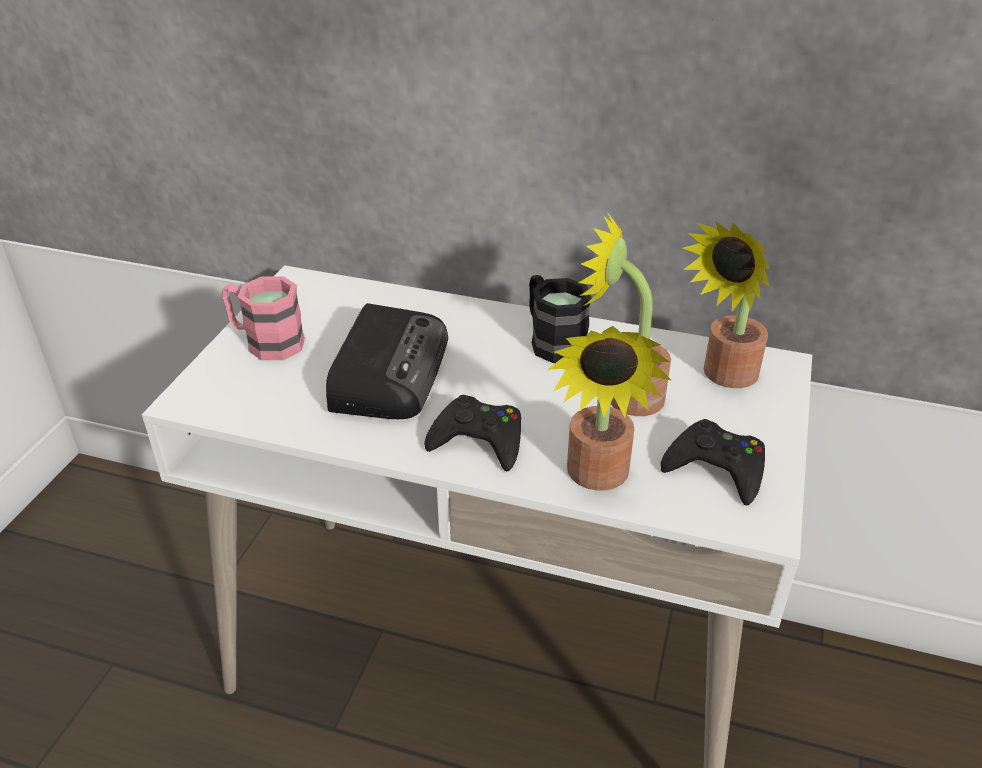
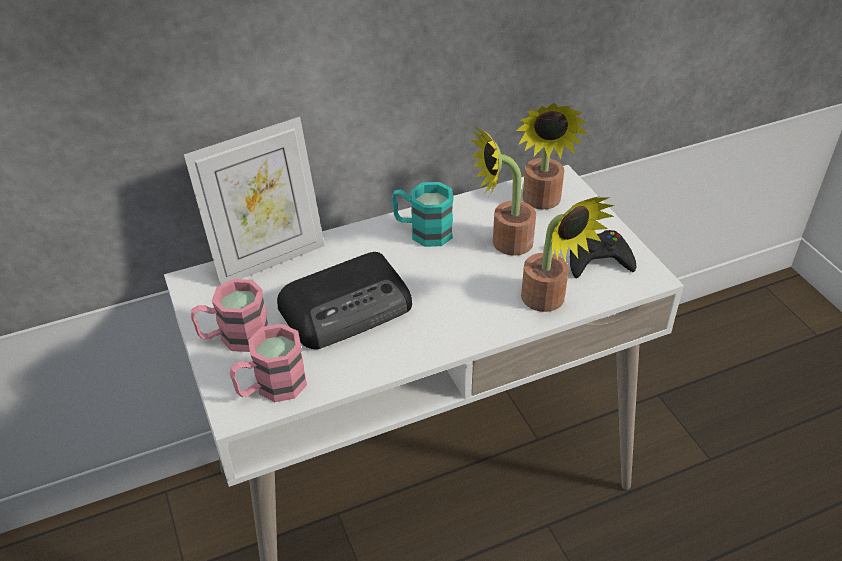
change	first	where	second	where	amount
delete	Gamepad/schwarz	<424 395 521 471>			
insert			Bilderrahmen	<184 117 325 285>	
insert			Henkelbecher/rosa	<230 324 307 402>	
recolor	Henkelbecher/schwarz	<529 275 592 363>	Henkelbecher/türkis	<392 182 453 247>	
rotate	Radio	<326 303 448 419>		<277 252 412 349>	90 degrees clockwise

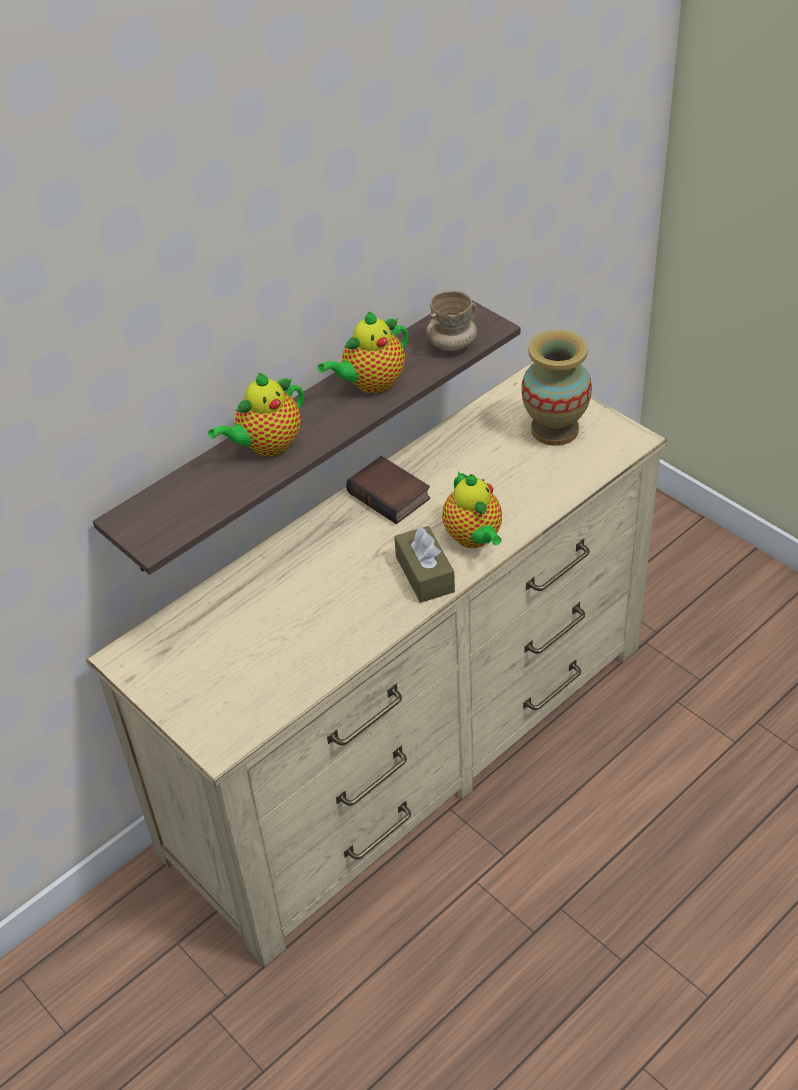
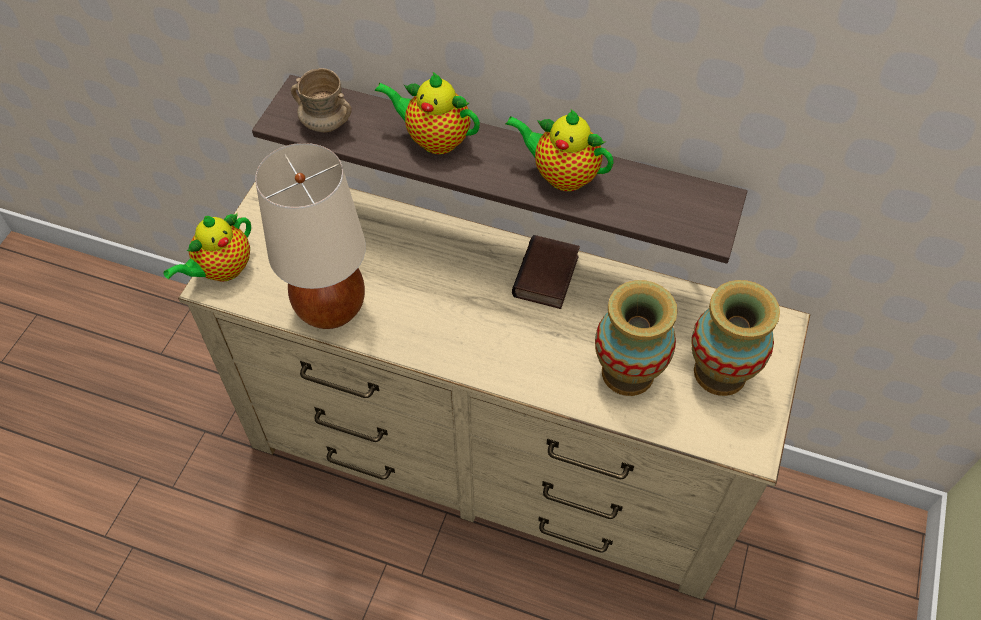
change	first	where	second	where	amount
delete	Taschentuchbox/braun	<394 526 455 603>			
insert			Tischlampe/beige	<255 143 366 329>	
insert			Vase	<595 280 677 396>	
move	Henkelbecher/beige	<426 291 477 352>		<291 68 352 132>	
move	Teekanne	<442 472 502 548>		<163 212 251 282>	

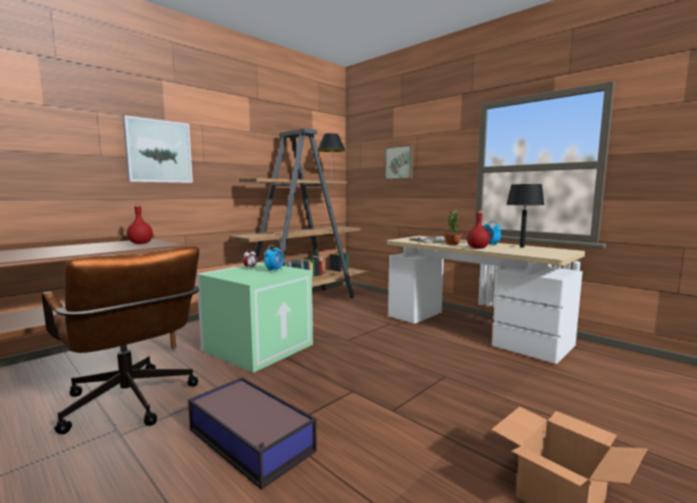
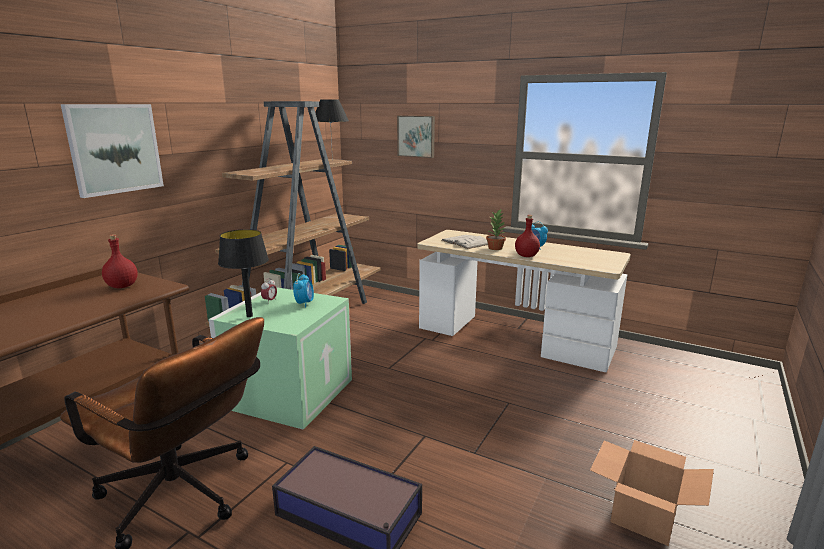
change	first	where	second	where	amount
move	Tischlampe/schwarz	<506 184 544 248>		<218 229 269 317>	

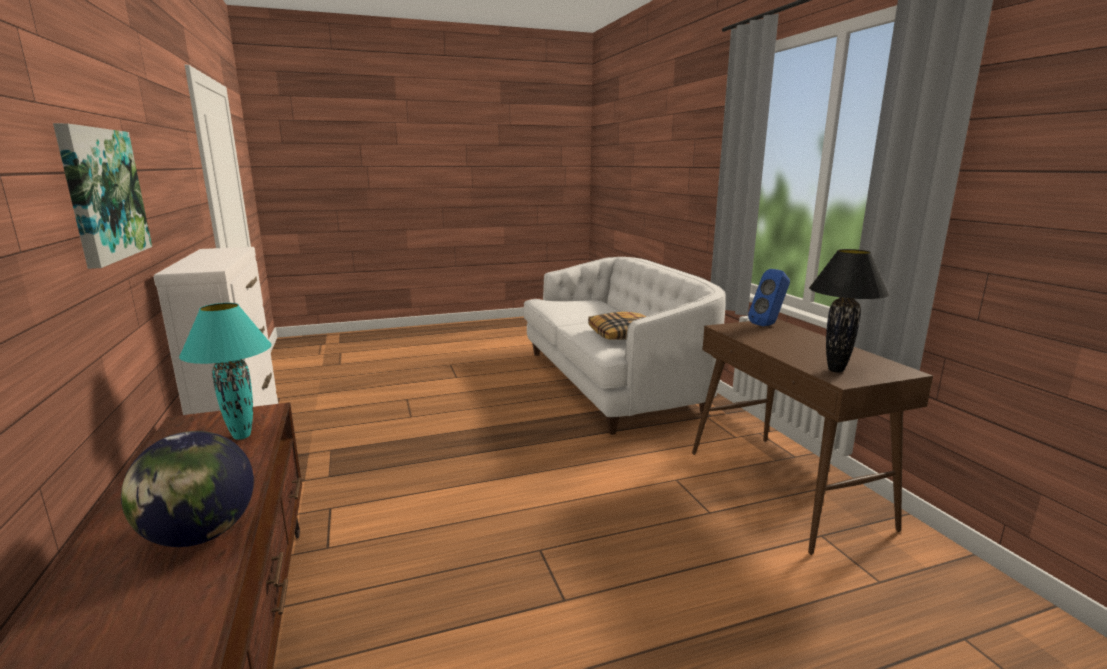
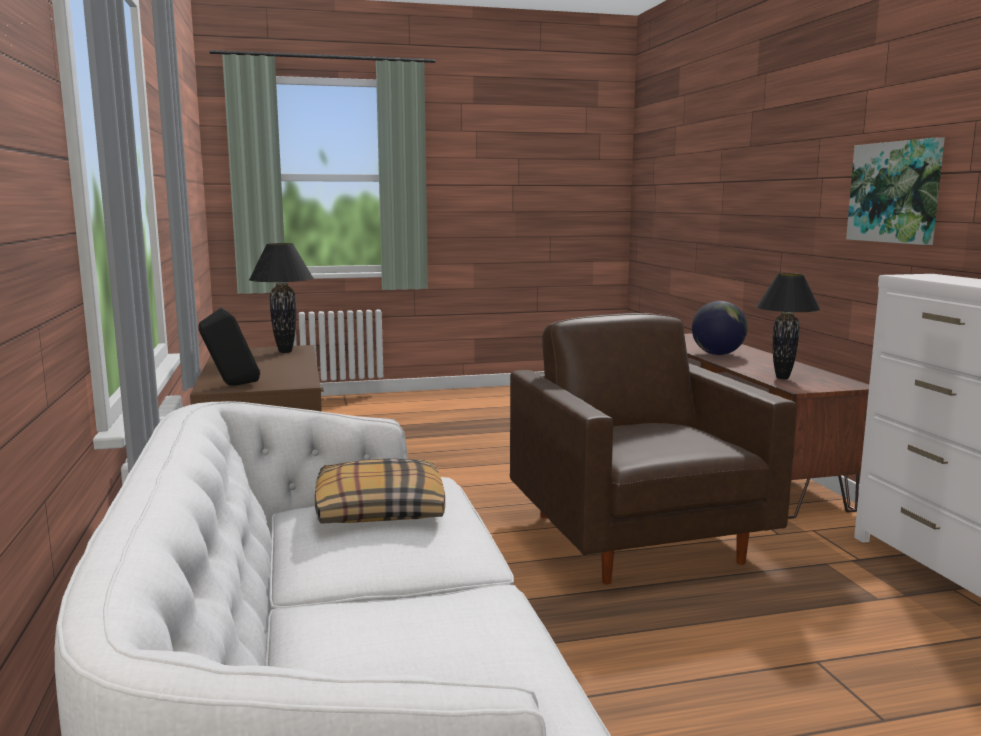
change	first	where	second	where	amount
insert			Sessel/braun	<510 313 797 584>	
recolor	Tischlampe/türkis	<179 303 272 440>	Tischlampe/schwarz	<756 273 821 379>	
recolor	Lautsprecher/blau	<748 269 790 326>	Lautsprecher/schwarz	<199 307 260 386>	

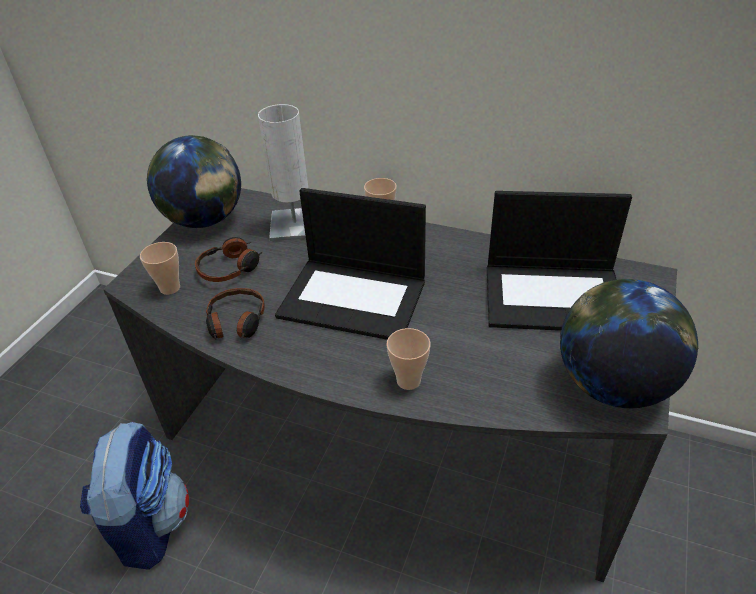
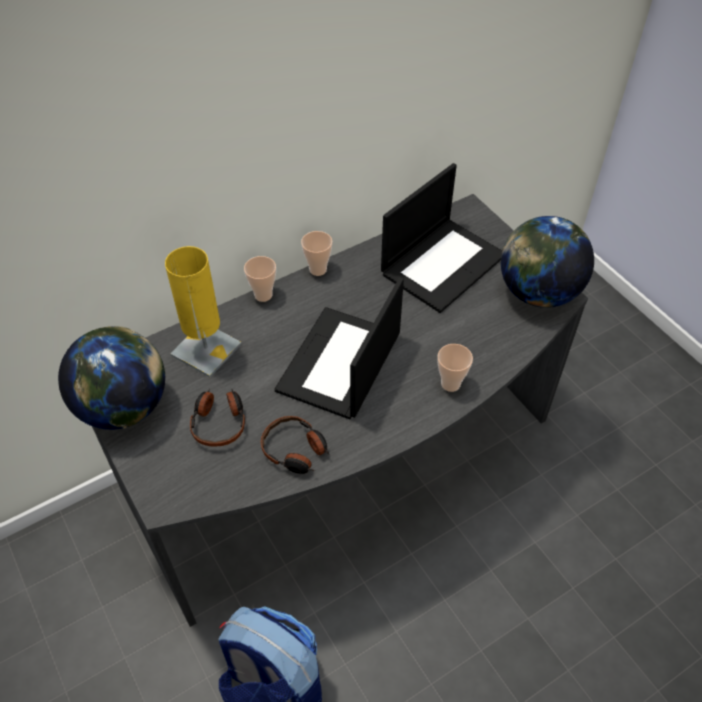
change	first	where	second	where	amount
move	Tasse	<140 242 180 295>		<301 231 332 276>	
recolor	Tischlampe/weiß	<258 104 309 241>	Tischlampe/gelb	<165 246 241 377>	
rotate	Laptop	<275 188 426 340>		<275 277 404 419>	150 degrees clockwise

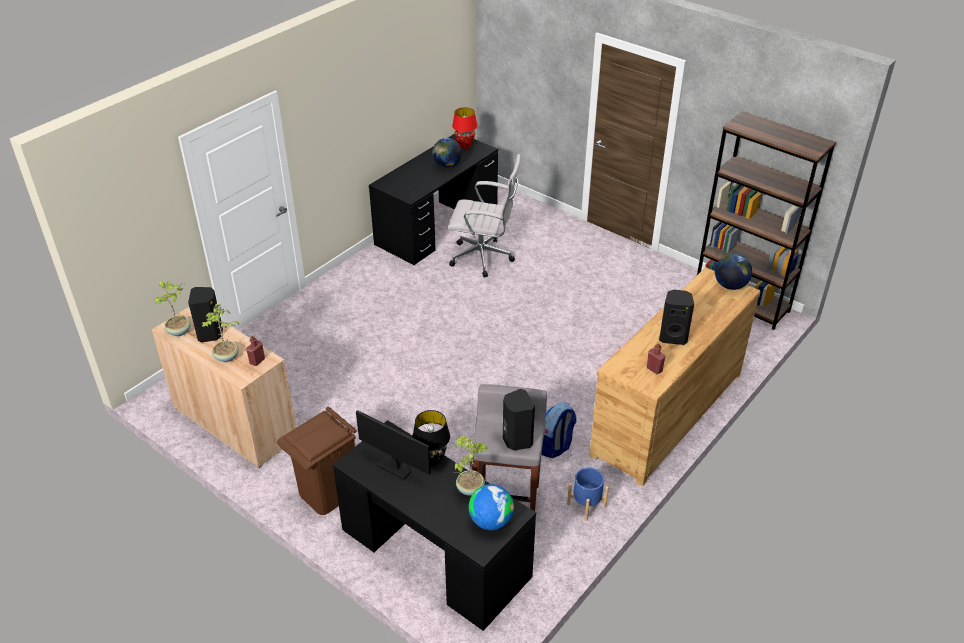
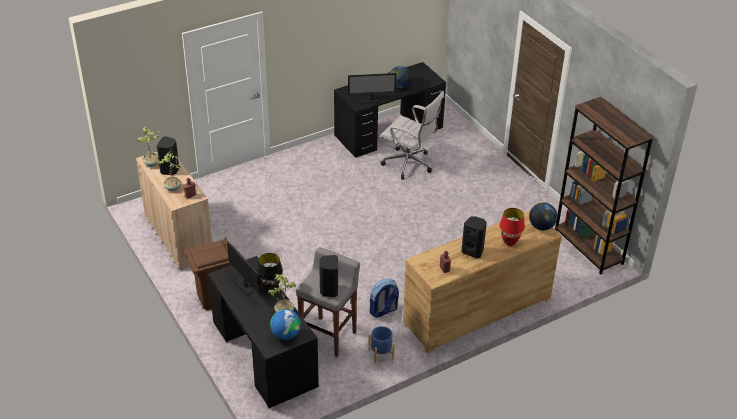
change	first	where	second	where	amount
insert			Monitor	<348 73 396 103>	
move	Tischlampe/rot	<452 107 478 149>		<499 208 525 246>	

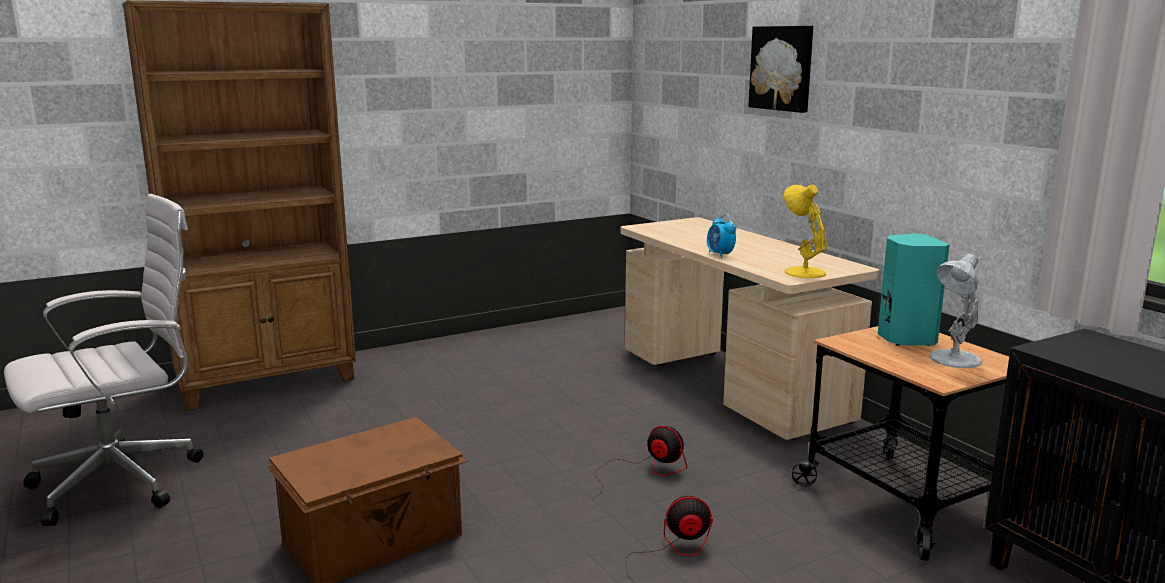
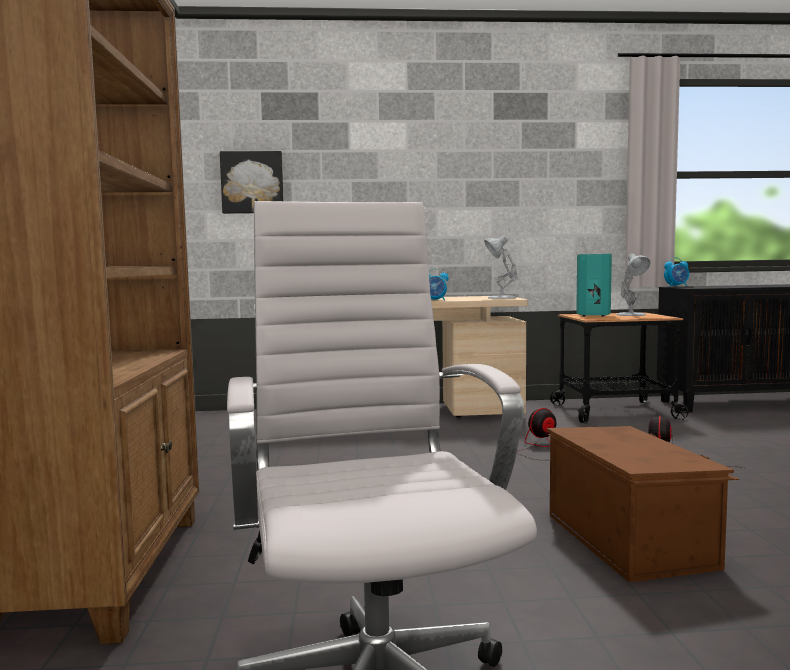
change	first	where	second	where	amount
insert			Wecker	<664 257 689 287>	
move	Bild	<748 26 813 113>		<220 151 284 214>	
recolor	Tischlampe/gelb	<784 185 827 278>	Tischlampe/weiß	<484 236 518 299>	

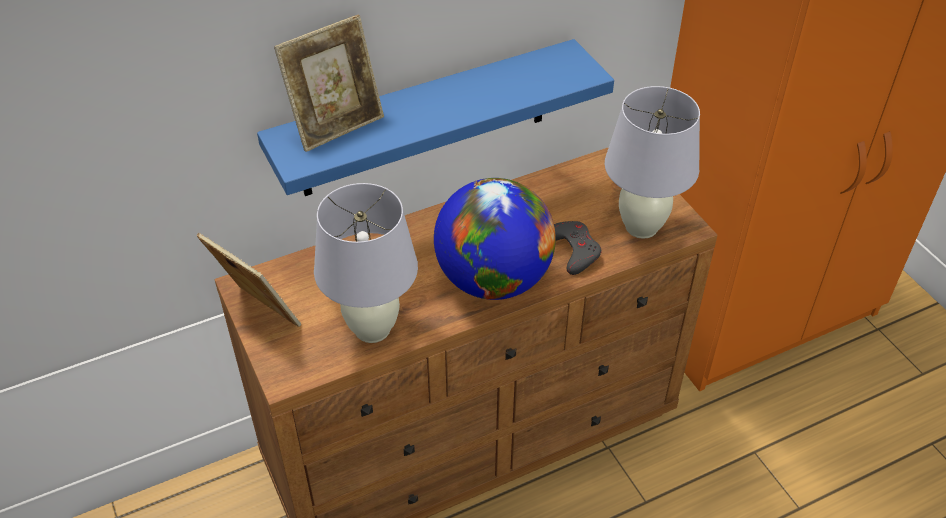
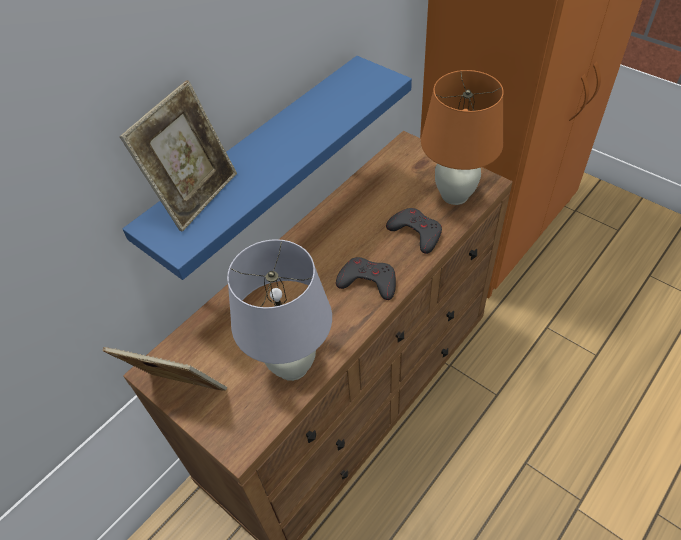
change	first	where	second	where	amount
replace	Globus	<434 178 556 300>	Gamepad/grau	<336 257 396 300>	
recolor	Tischlampe/weiß	<605 86 700 239>	Tischlampe/orange	<421 70 504 205>	

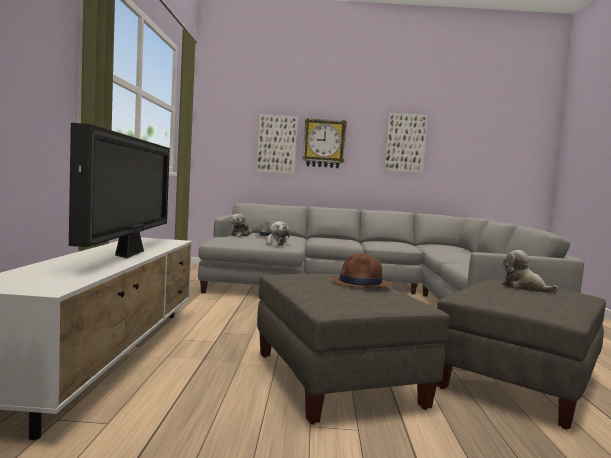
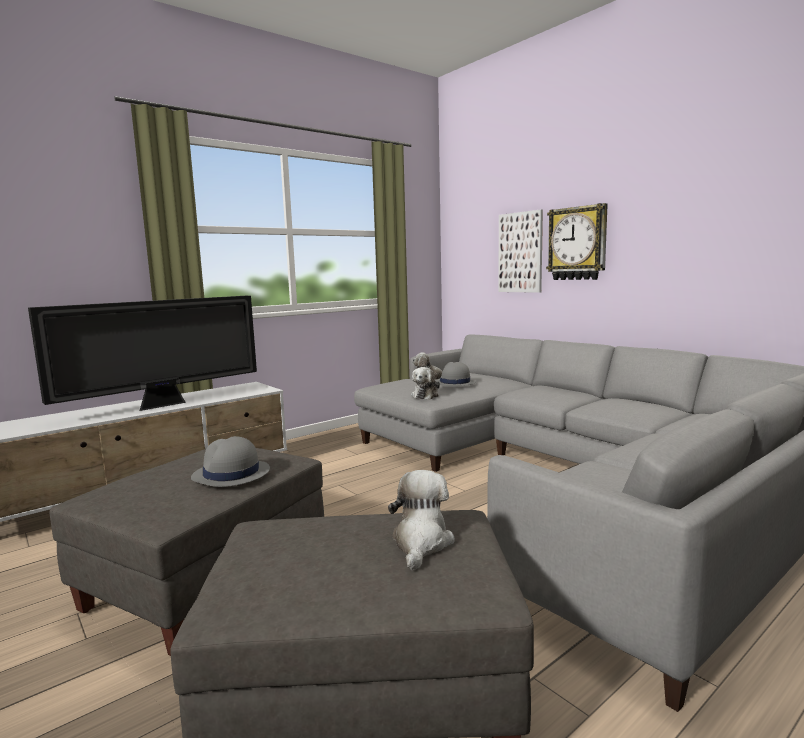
change	first	where	second	where	amount
delete	Bild	<384 113 428 173>			
recolor	Hut/braun	<331 253 391 287>	Hut/grau	<191 436 270 487>	

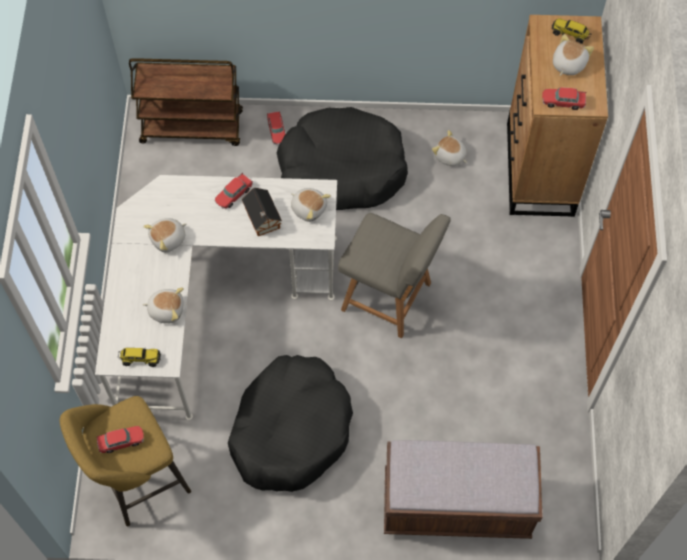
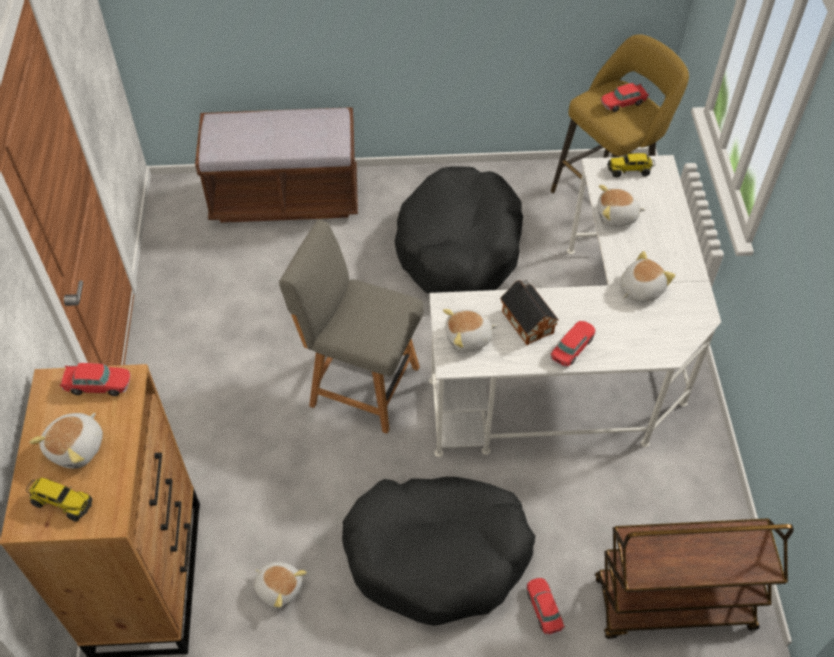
change	first	where	second	where	amount
rotate	Plüschtier	<291 188 331 222>		<443 309 497 352>	45 degrees counterclockwise

